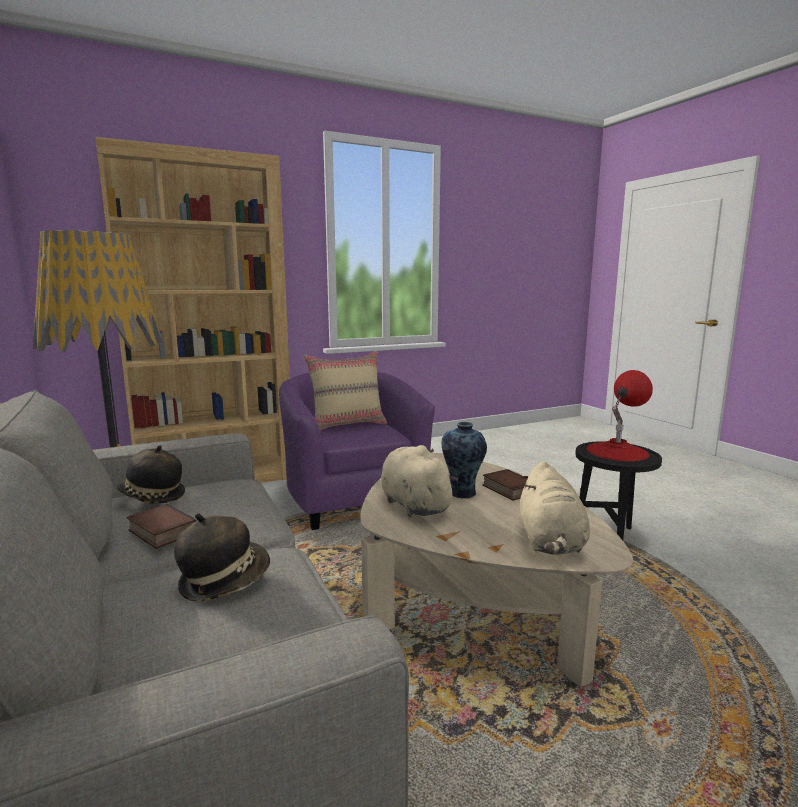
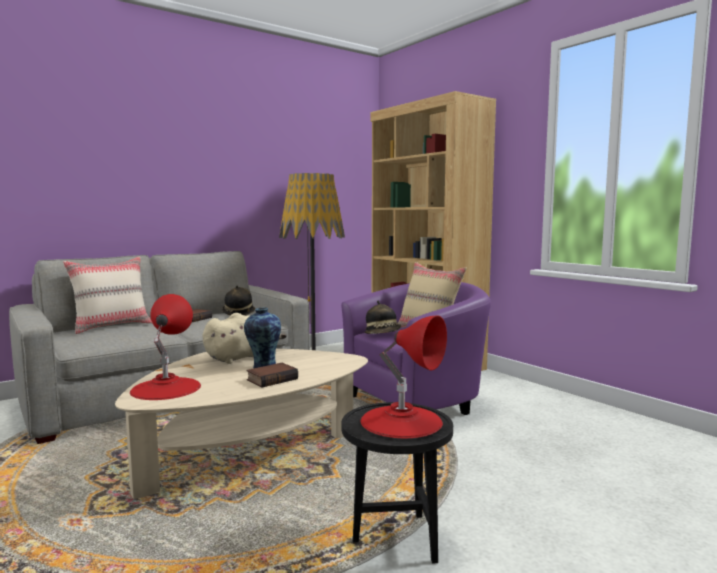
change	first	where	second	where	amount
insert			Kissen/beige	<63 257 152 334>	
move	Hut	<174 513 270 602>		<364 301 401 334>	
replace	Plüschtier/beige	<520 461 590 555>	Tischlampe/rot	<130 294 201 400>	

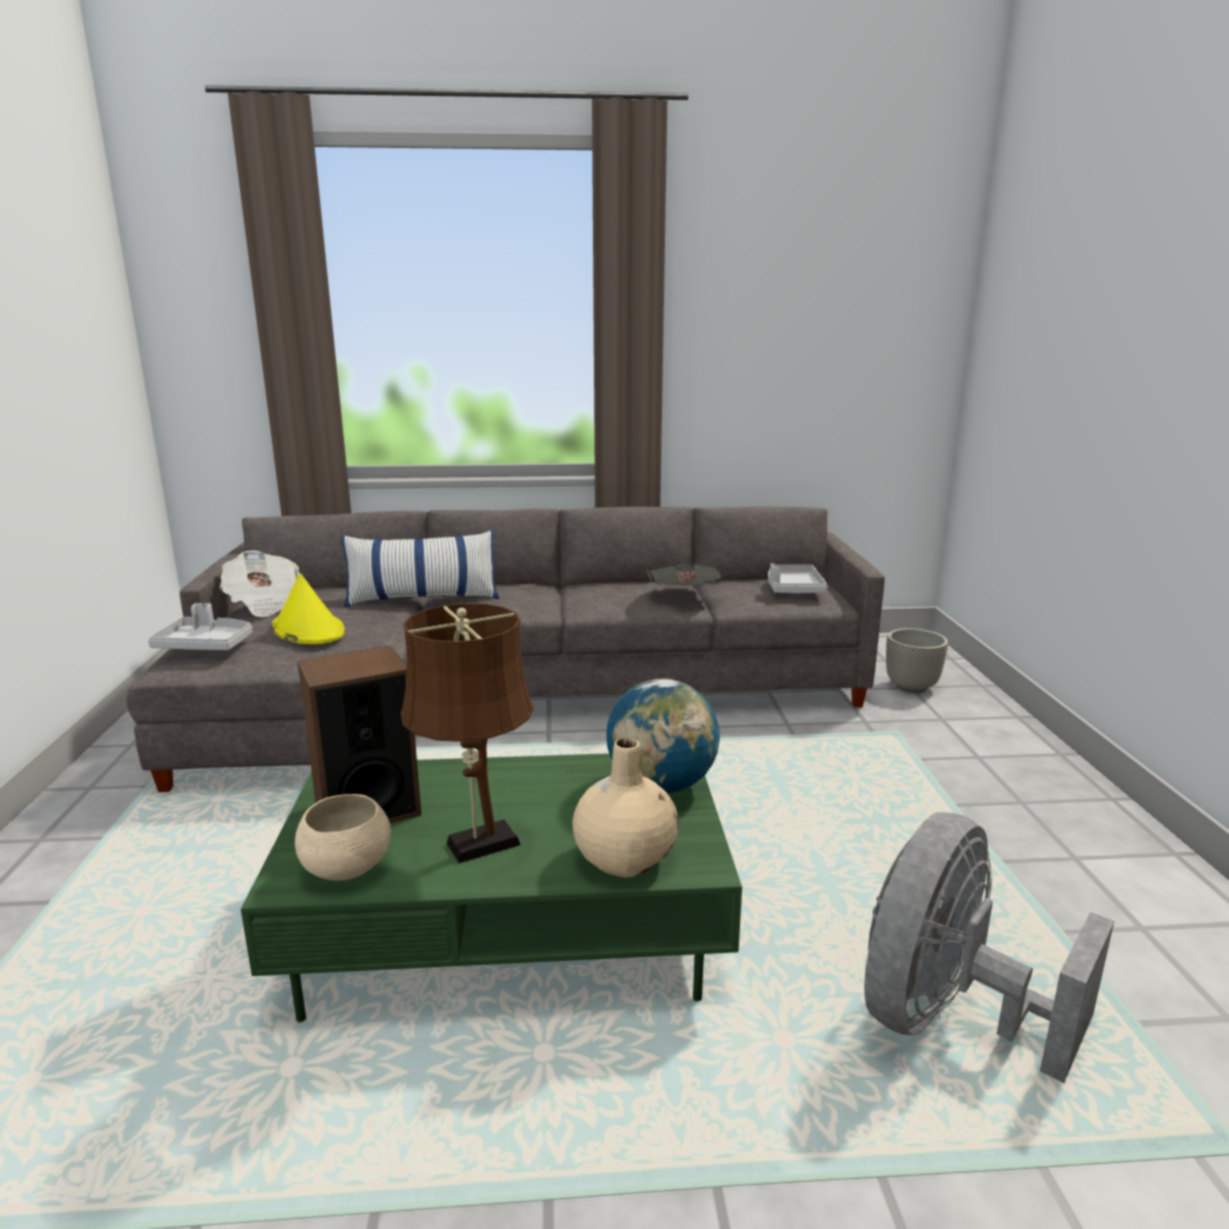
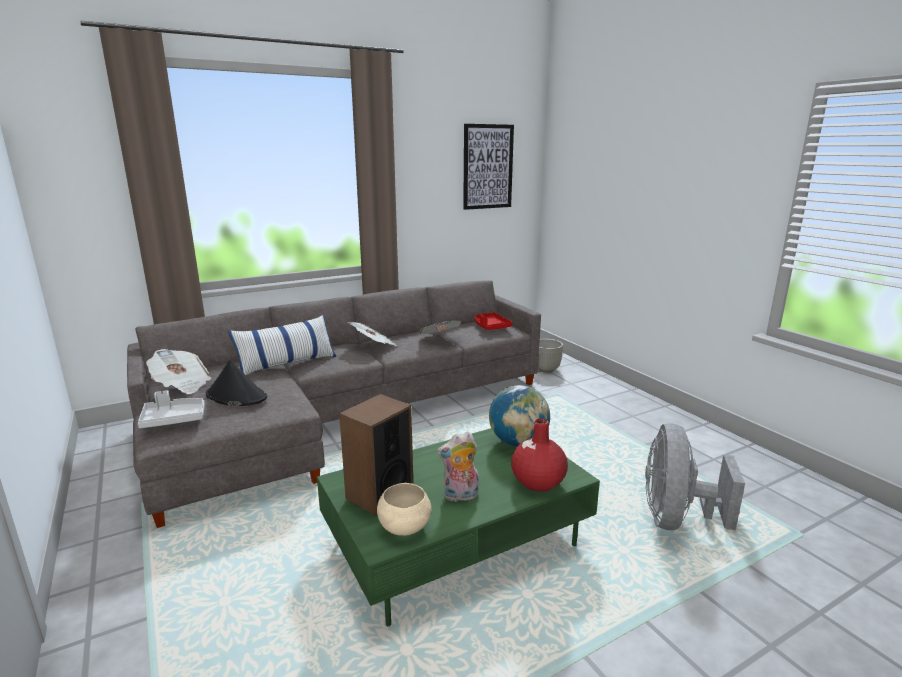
change	first	where	second	where	amount
insert			Zeitung	<348 322 397 346>	
insert			Bild	<463 124 514 210>	
replace	Tischlampe/braun	<401 603 534 863>	Plüschtier	<437 431 479 502>	
recolor	Hut/gelb	<272 573 345 644>	Hut/schwarz	<206 360 267 406>	
recolor	Vase/beige	<572 738 679 878>	Vase/rot	<511 418 568 492>	
recolor	Tablett/grau	<768 563 828 593>	Tablett/rot	<475 312 512 330>	

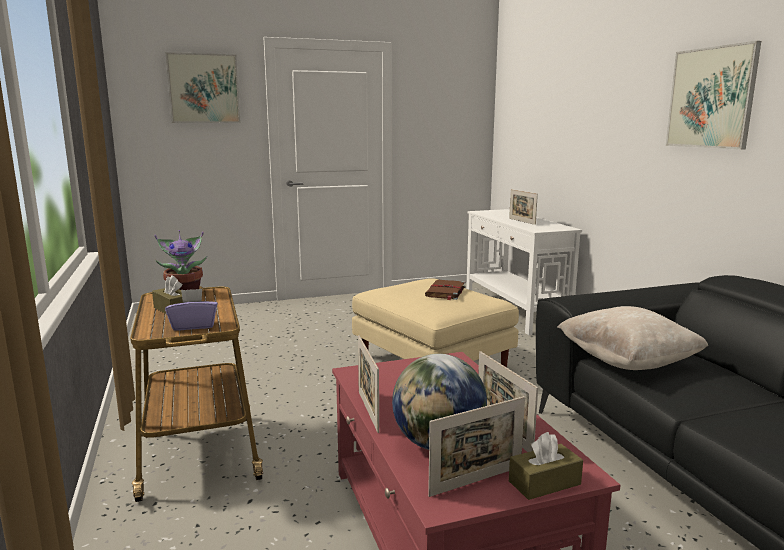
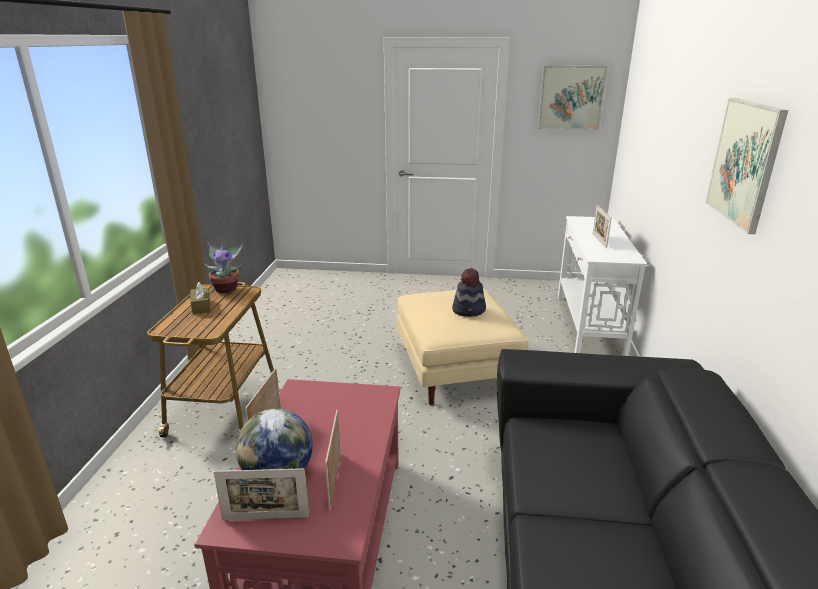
change	first	where	second	where	amount
delete	Taschentuchbox/lila	<165 289 218 330>			
delete	Taschentuchbox/braun	<509 432 583 500>			
delete	Kissen/beige	<557 306 708 370>			
move	Bild	<165 52 241 123>		<538 66 608 130>	
replace	Buch/braun	<425 280 465 300>	Hut	<452 268 486 317>	

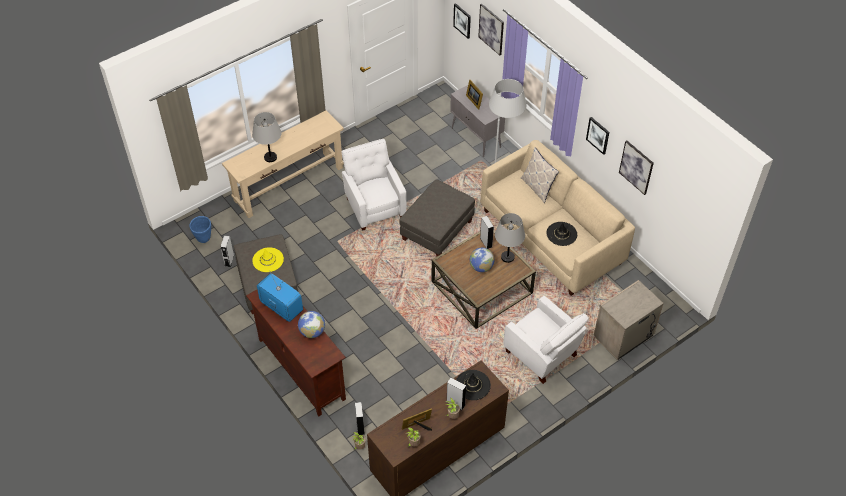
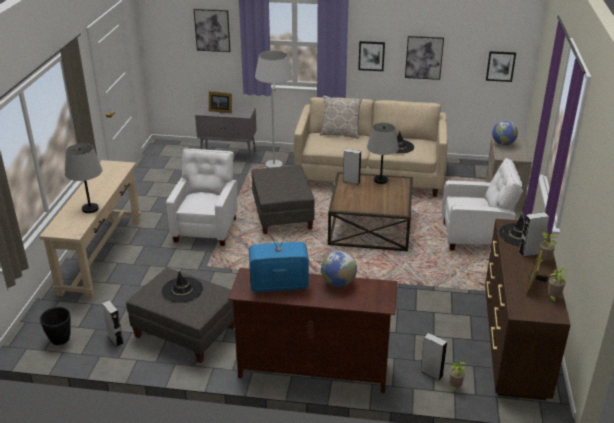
change	first	where	second	where	amount
move	Bild	<453 3 471 39>		<486 51 516 82>	
move	Globus	<470 248 494 272>		<492 120 518 145>	
recolor	Pflanzkübel/blau	<189 216 211 243>	Pflanzkübel/schwarz	<40 307 71 345>	
recolor	Hut/gelb	<252 247 284 272>	Hut/schwarz	<162 271 203 303>	
rotate	Sessel/weiß	<342 139 407 231>		<166 149 237 246>	75 degrees clockwise

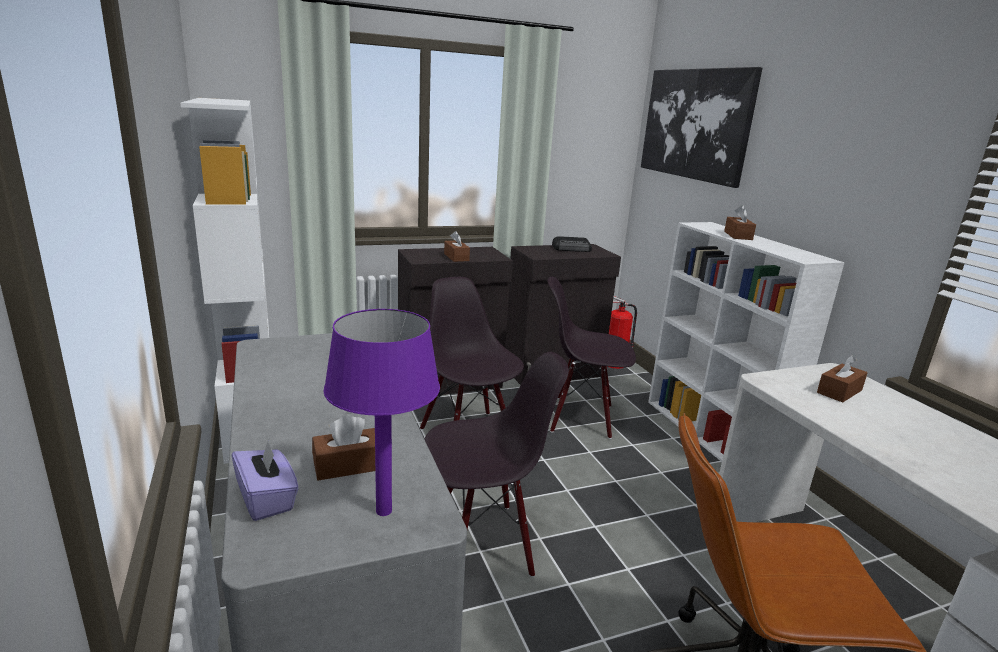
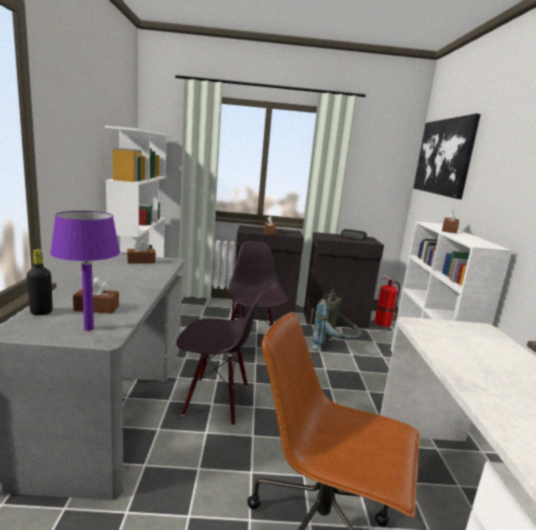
change	first	where	second	where	amount
move	Taschentuchbox/braun	<817 355 868 403>		<127 240 156 264>	
replace	Taschentuchbox/lila	<232 439 299 521>	Flasche/schwarz	<27 249 53 315>	
replace	Stuhl/schwarz	<547 277 636 439>	Rucksack/grau	<311 289 361 350>	

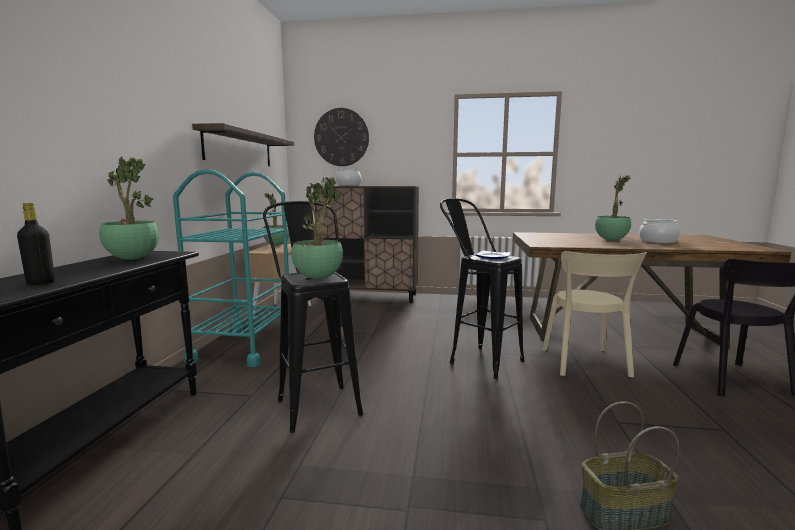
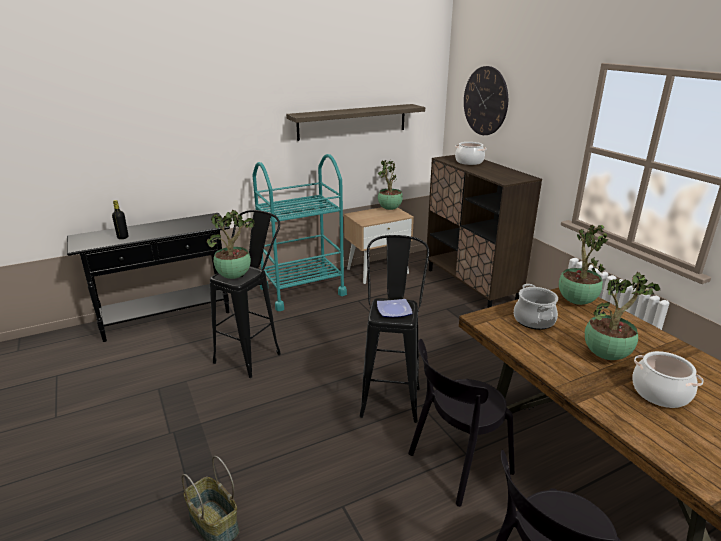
change	first	where	second	where	amount
insert			Kochtopf	<514 284 558 330>	
move	Topfpflanze	<99 157 159 260>		<559 225 608 305>	
recolor	Stuhl/beige	<542 251 647 377>	Stuhl/schwarz	<408 339 515 507>	

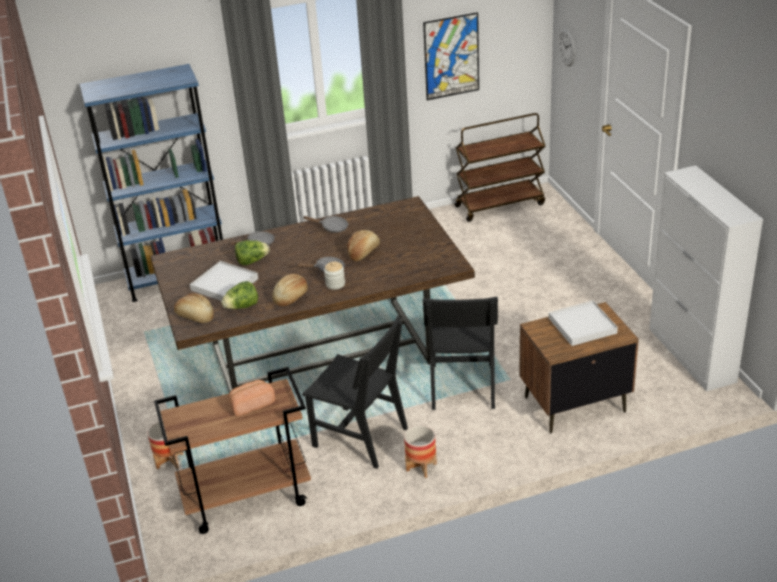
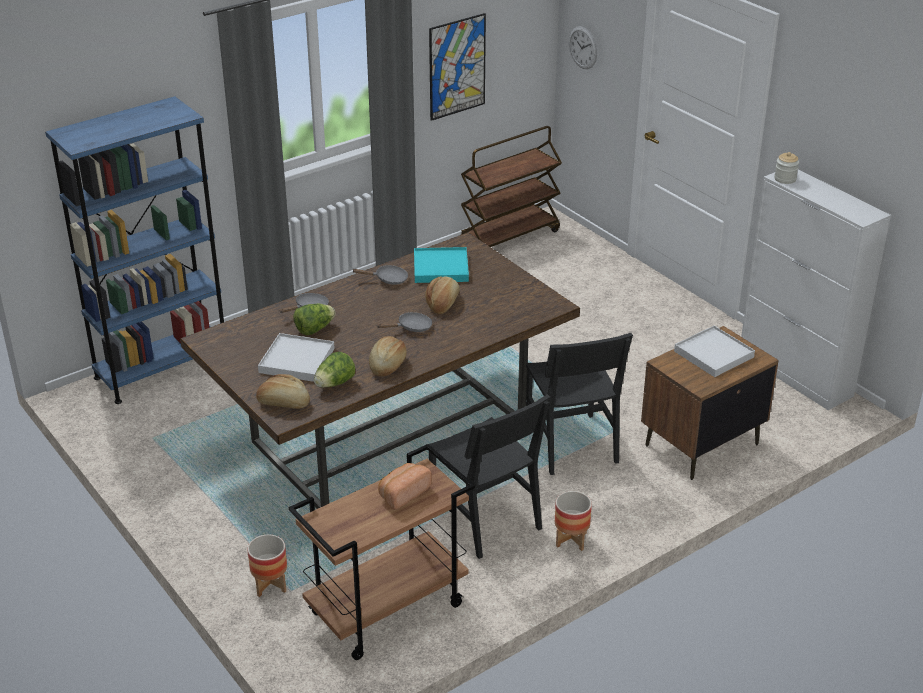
change	first	where	second	where	amount
insert			Tablett/türkis	<414 247 469 283>	
move	Vorratsglas	<324 261 345 290>		<774 152 799 184>	
rotate	Stuhl/schwarz	<302 316 408 469>		<426 394 550 559>	45 degrees clockwise

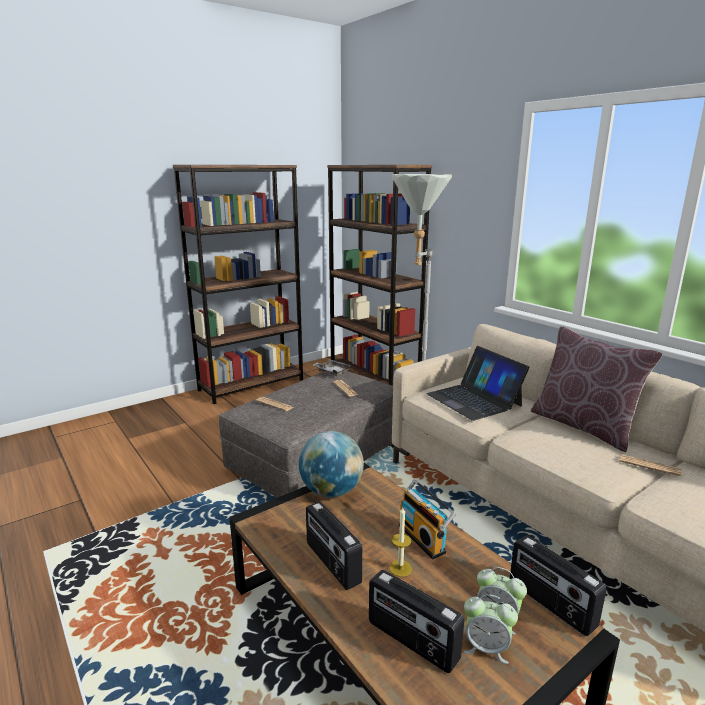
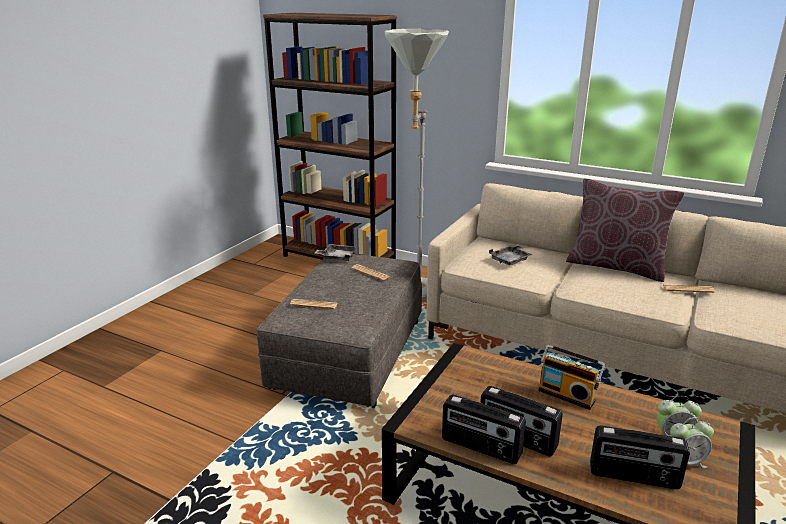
change	first	where	second	where	amount
delete	Bücherregal/braun	<173 165 303 404>			
delete	Globus	<299 431 364 497>			
delete	Kerze	<389 507 412 577>			
move	Radio	<510 535 607 636>		<442 395 526 464>	
replace	Laptop	<426 346 529 421>	Tablett/grau	<489 244 532 265>	

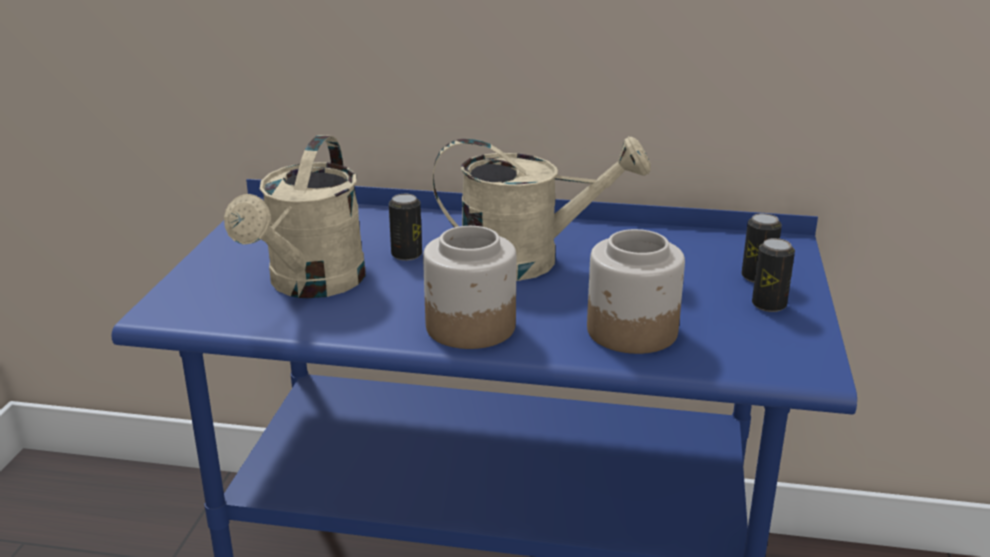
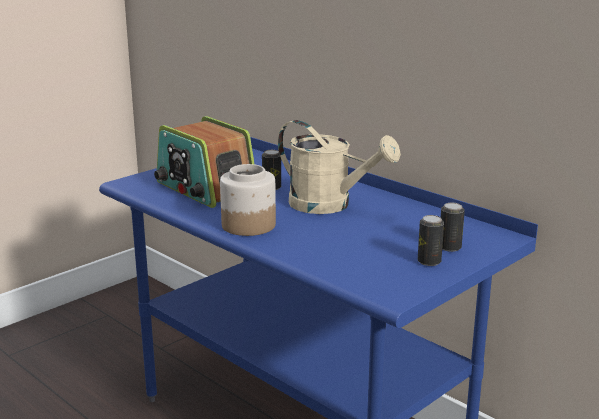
change	first	where	second	where	amount
delete	Vorratsglas	<587 229 685 354>			
replace	Gießkanne/beige	<224 135 366 298>	Radio	<154 116 254 208>	

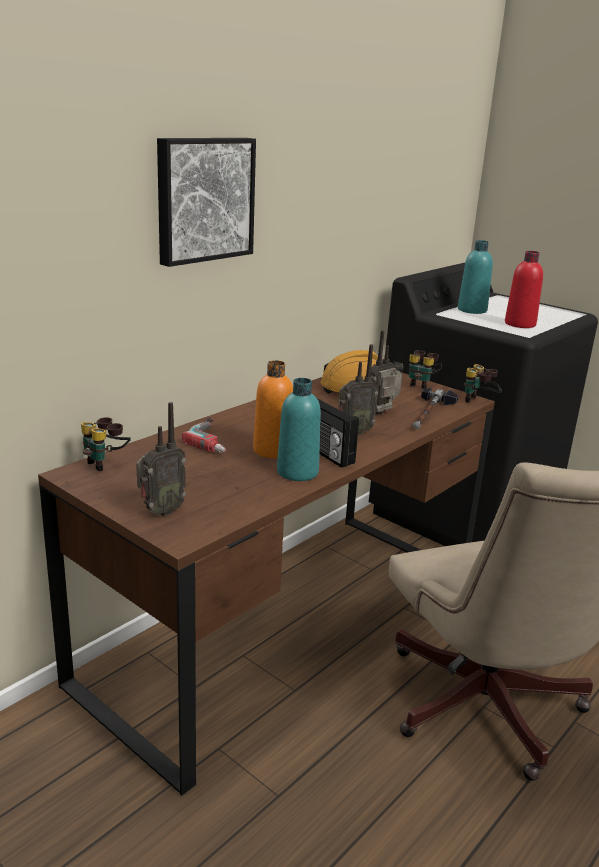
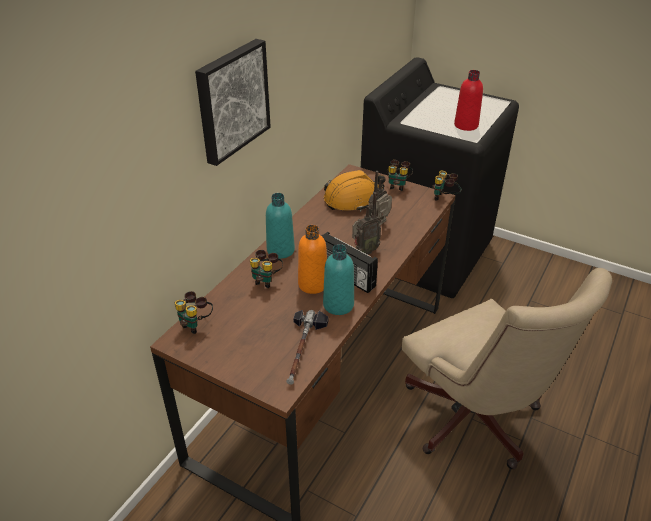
change	first	where	second	where	amount
delete	Radio	<136 402 186 516>			
move	Hammer	<413 388 458 429>		<286 310 329 384>	
move	Flasche/türkis	<458 240 493 314>		<266 193 295 259>	
replace	Bohrmaschine	<182 417 226 453>	Fernglas	<250 250 283 288>	

